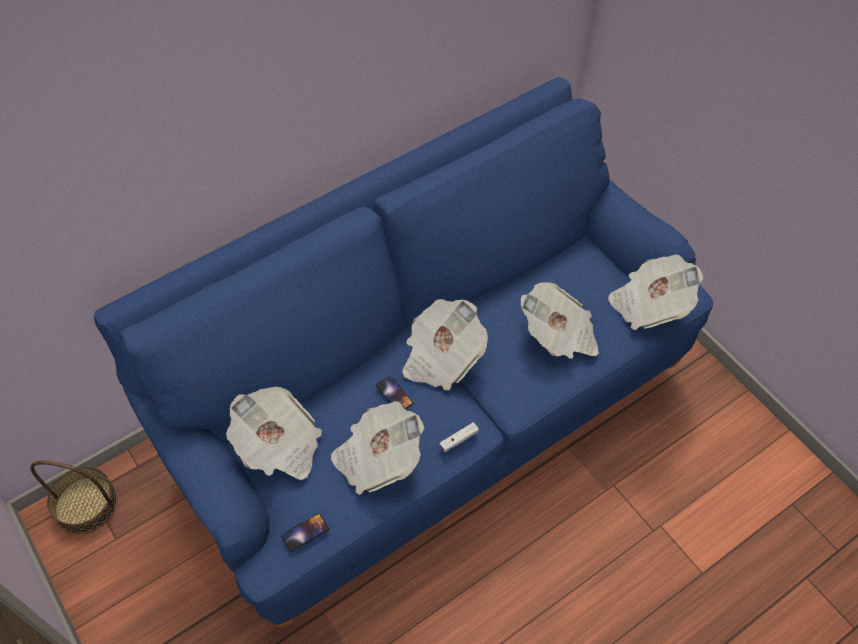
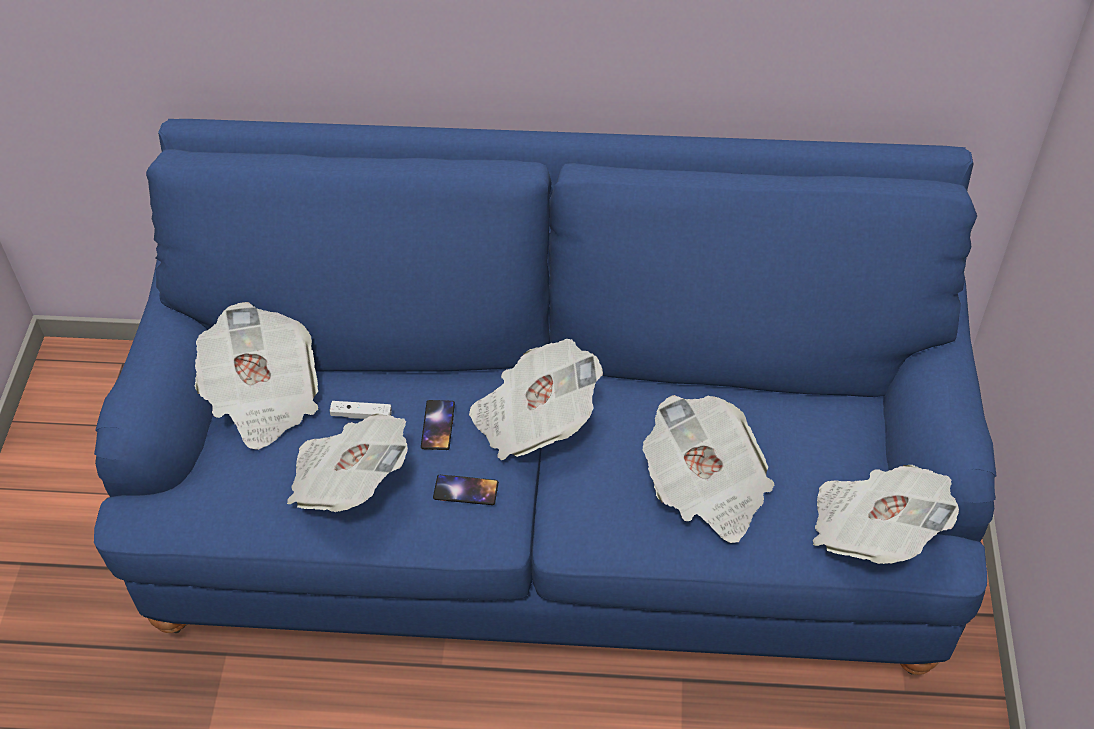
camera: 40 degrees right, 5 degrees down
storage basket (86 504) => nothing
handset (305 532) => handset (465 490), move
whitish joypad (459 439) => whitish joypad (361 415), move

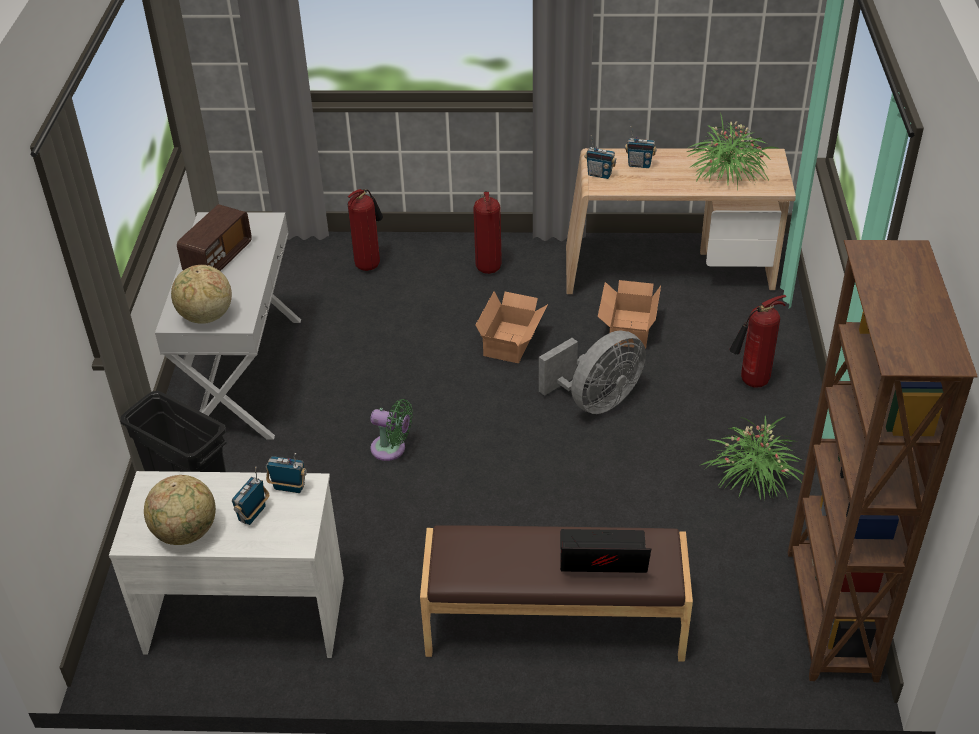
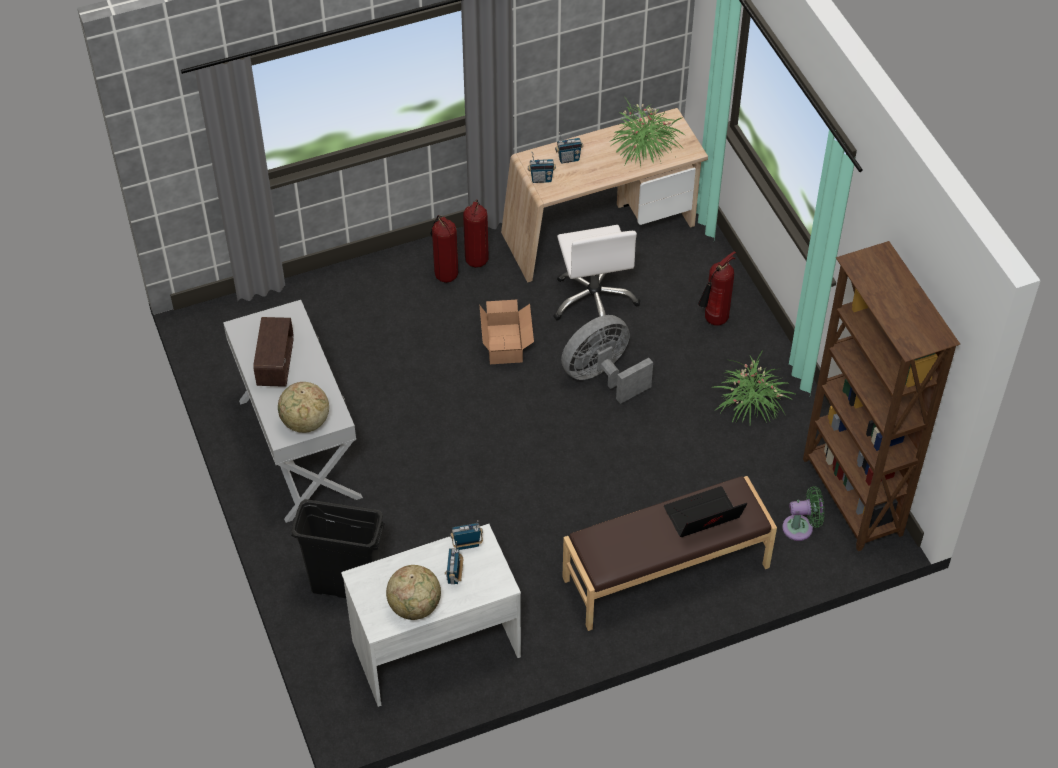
camera: 25 degrees left, 10 degrees up
fire-fighting cylinder (369 264) => fire-fighting cylinder (476 259), move
green cooling fan (391 449) => green cooling fan (801 527), move
packing box (627 329) => whitish computer chair (594 301)
grey cooling fan (596 400) => grey cooling fan (602 376), 150 degrees counterclockwise

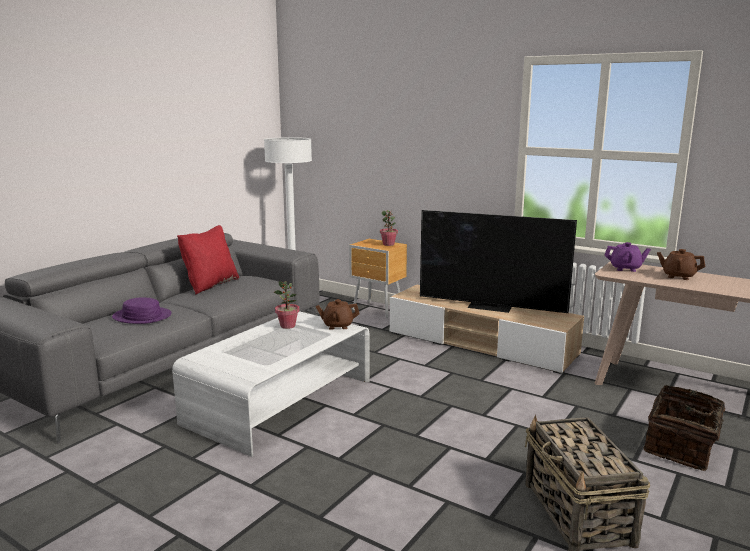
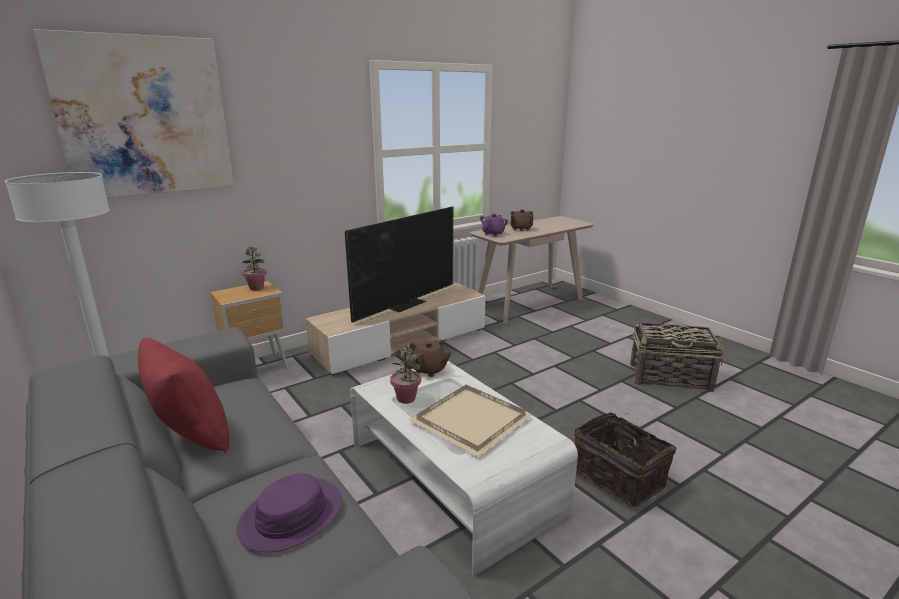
camera: 70 degrees left, 5 degrees up
nothing => picture (145 117)
nothing => sand-coloured serving tray (473 421)
storage basket (681 447) => storage basket (619 476), move
brown-coloured tea pot (337 326) => brown-coloured tea pot (429 370), 75 degrees counterclockwise

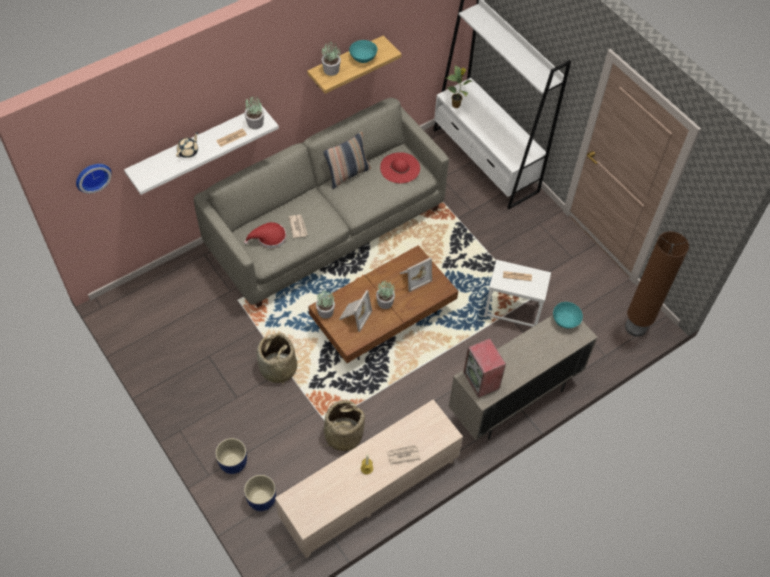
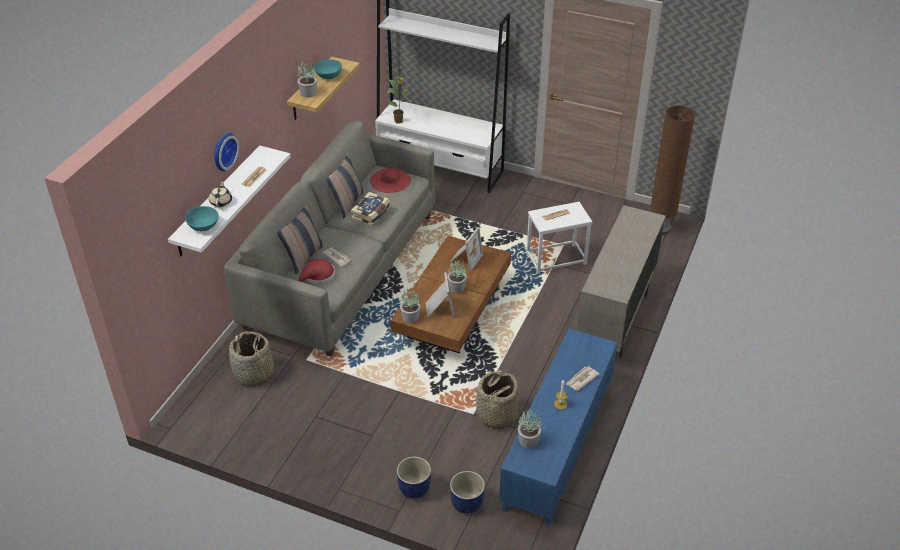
camera: 30 degrees left, 15 degrees down
loudspeaker (482 380) => nothing
nothing => throw pillow (304 257)
nothing => volume (371 214)
hanging clock (92 176) => hanging clock (223 151), move
plant in a pot (255 123) => plant in a pot (529 440), move
storage basket (278 369) => storage basket (254 374), move
turquoise-coloured serving bowl (566 320) => turquoise-coloured serving bowl (203 226), move
sand-coloured media console (370 491) => bluish media console (557 445)

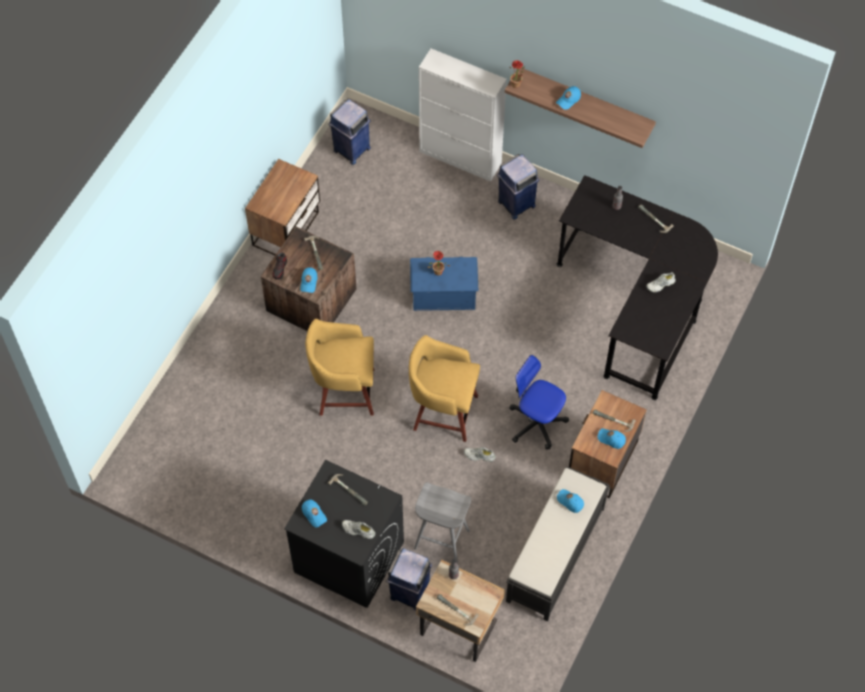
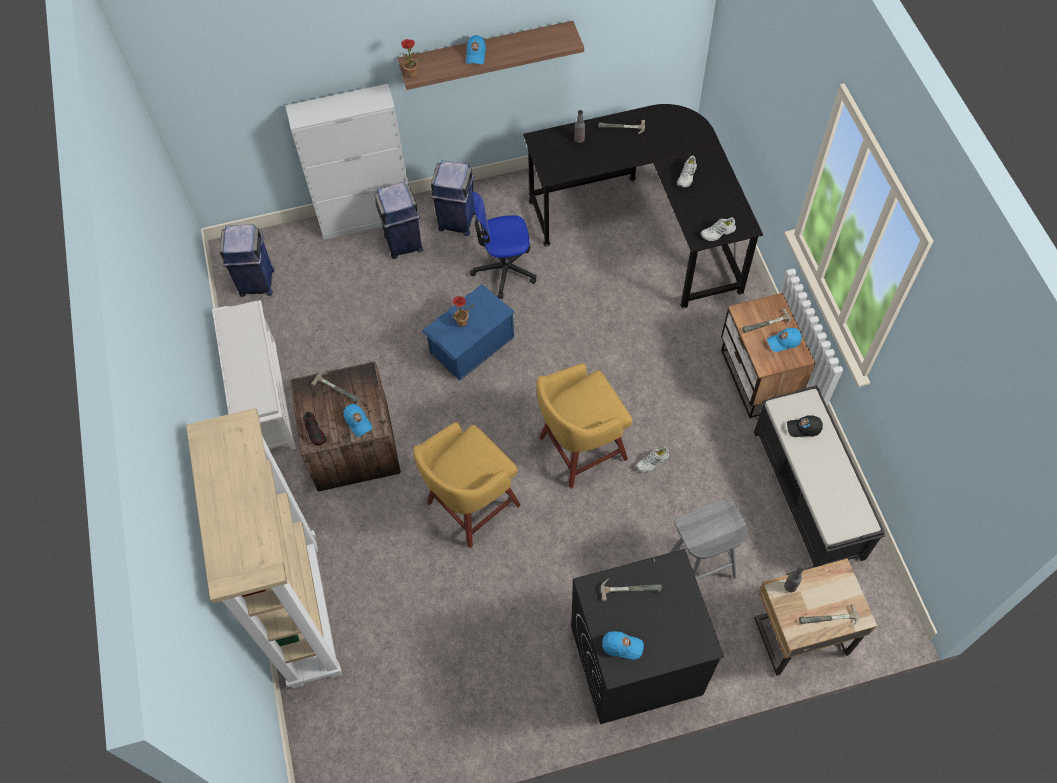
camera: 40 degrees left, 0 degrees up
nothing => sand-coloured shelving unit (303 611)
whitish shoe (358 530) => whitish shoe (718 233), move
bluish trash can (409 592) => bluish trash can (403 244), move
computer chair (536 422) => computer chair (504 269), move
night table (287 228) => whitish shoe stand (263 399)
bluish cap (570 502) => black cap (803 428)

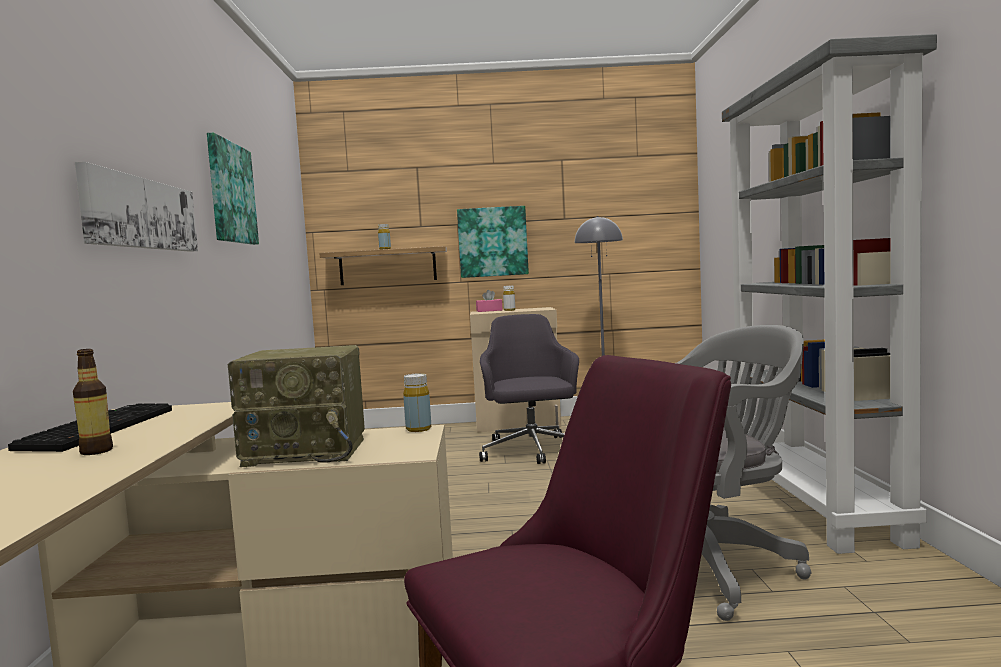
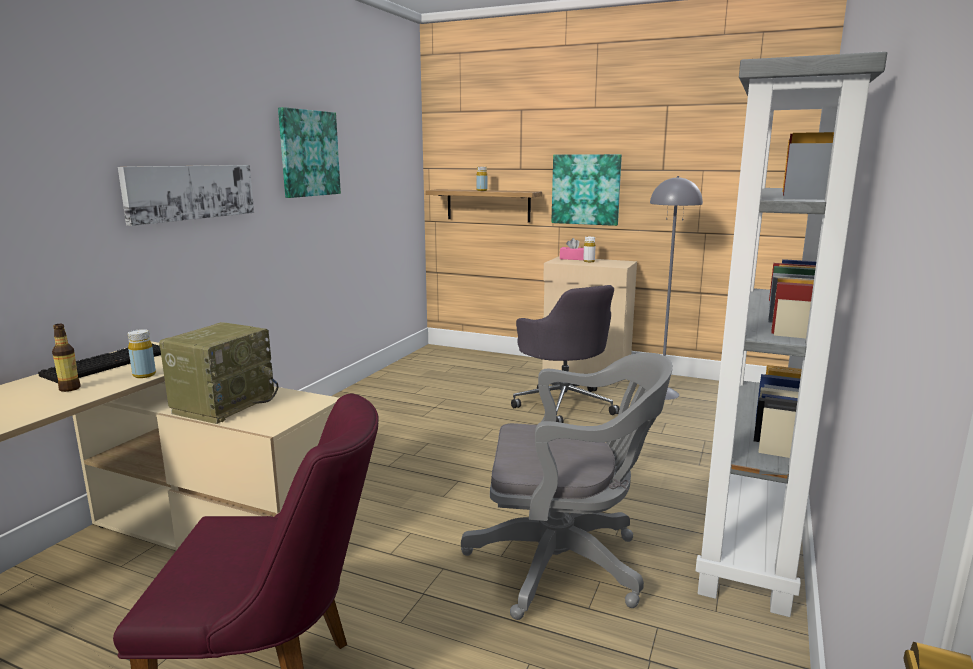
camera: 25 degrees right, 10 degrees up
yellow-coloured bottle (418 429) => yellow-coloured bottle (144 375), move
radio receiver (308 451) => radio receiver (224 404), 90 degrees counterclockwise
grey computer chair (531 451) => grey computer chair (564 404), 135 degrees clockwise

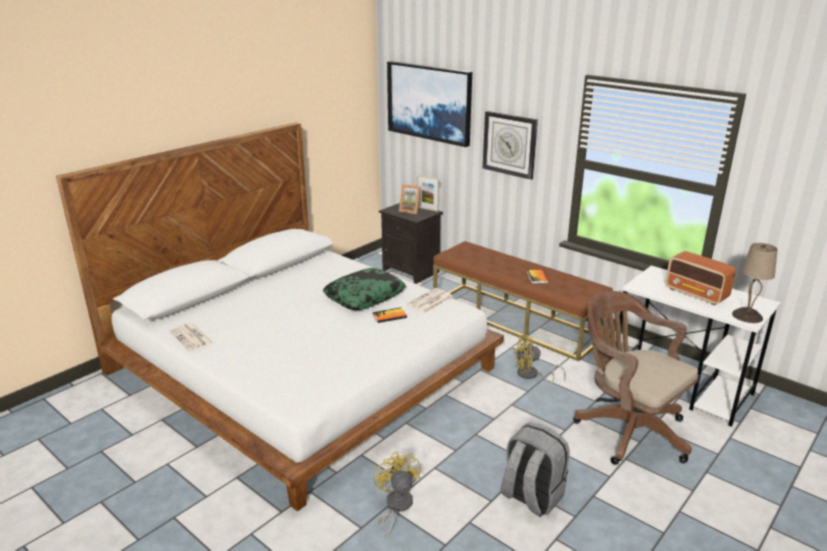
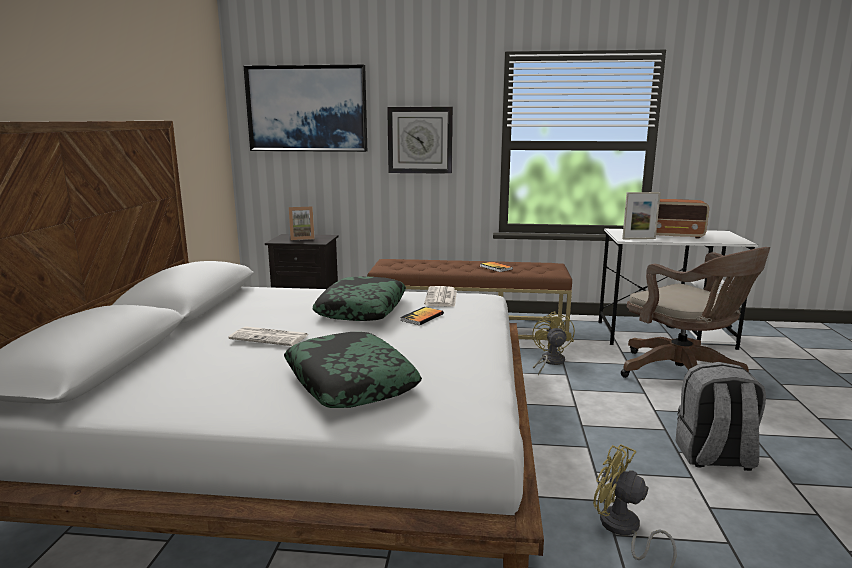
camera: 35 degrees left, 10 degrees down
sand-coloured tabletop lamp (748 316) => nothing
nothing => throw pillow (349 382)
newspaper (192 337) => newspaper (270 337), move
standing frame (427 209) => standing frame (638 239), move
yellow-coloured cooling fan (531 375) => yellow-coloured cooling fan (549 362), 135 degrees clockwise
brown-coloured computer chair (627 429) => brown-coloured computer chair (684 375), 135 degrees counterclockwise

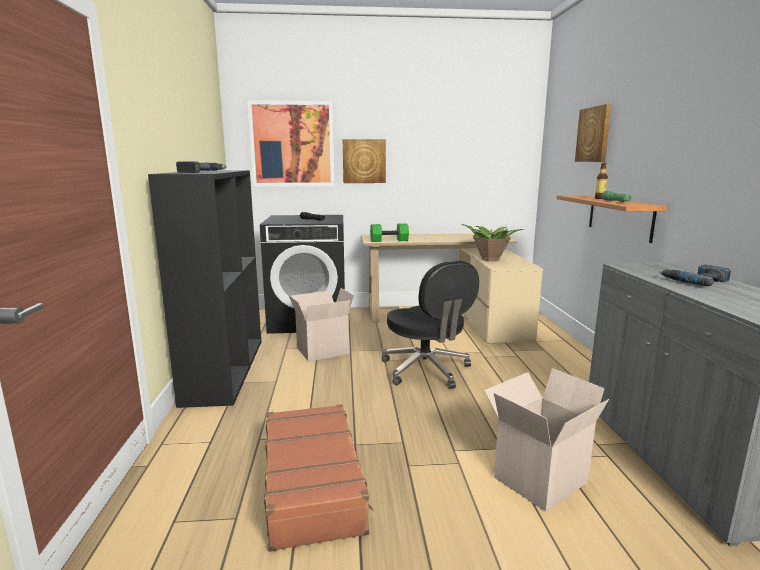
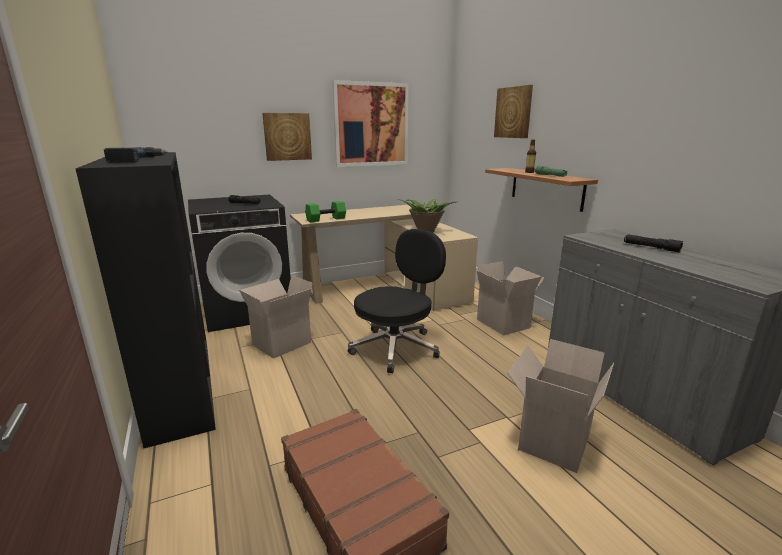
camera: 20 degrees left, 5 degrees up
nothing => packing box (504 323)
picture (292 144) => picture (371 125), move
power drill (695 281) => black flashlight (651 247)
black computer chair (426 370) => black computer chair (396 347), 90 degrees counterclockwise

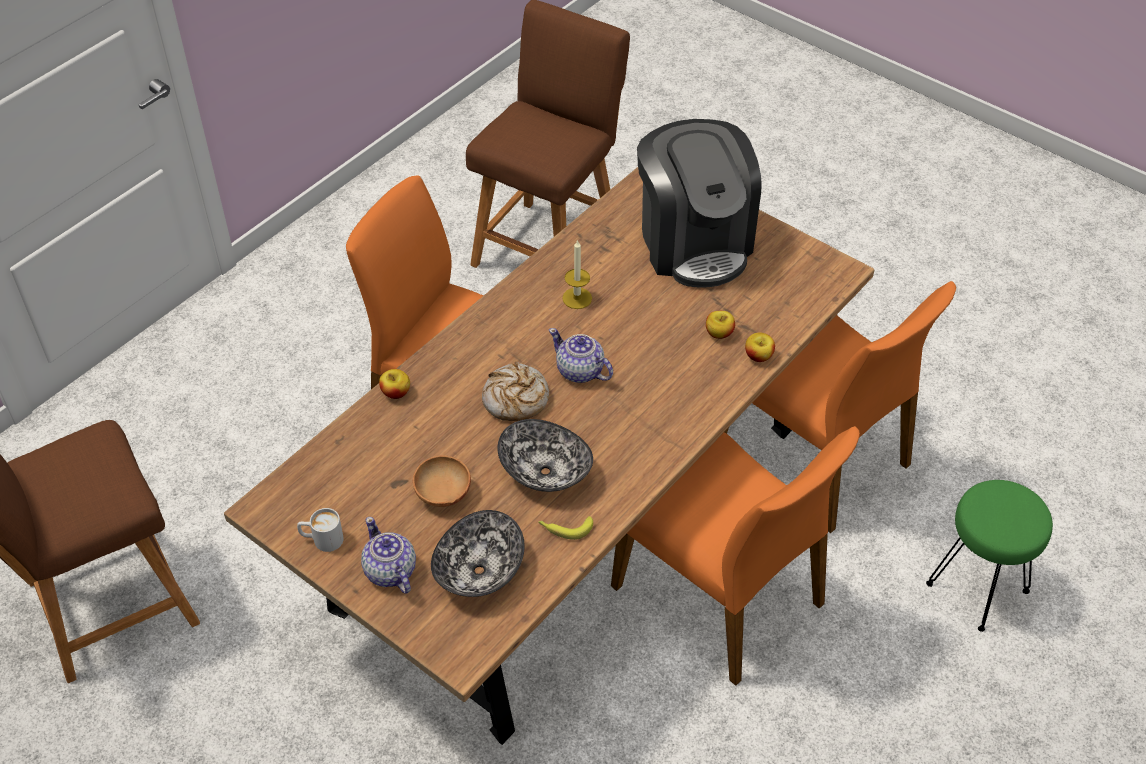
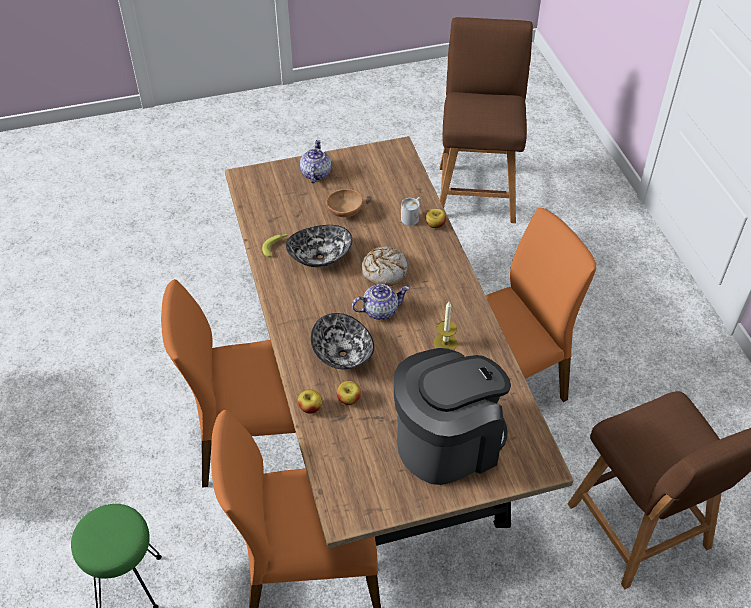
camera: 125 degrees right, 0 degrees up
whitish mug (322 540) => whitish mug (412 217), move
serving bowl (478 570) => serving bowl (343 354), move
tea pot (390 572) => tea pot (315 174), 90 degrees counterclockwise
coffee brewer (694 242) => coffee brewer (448 442), 135 degrees clockwise

